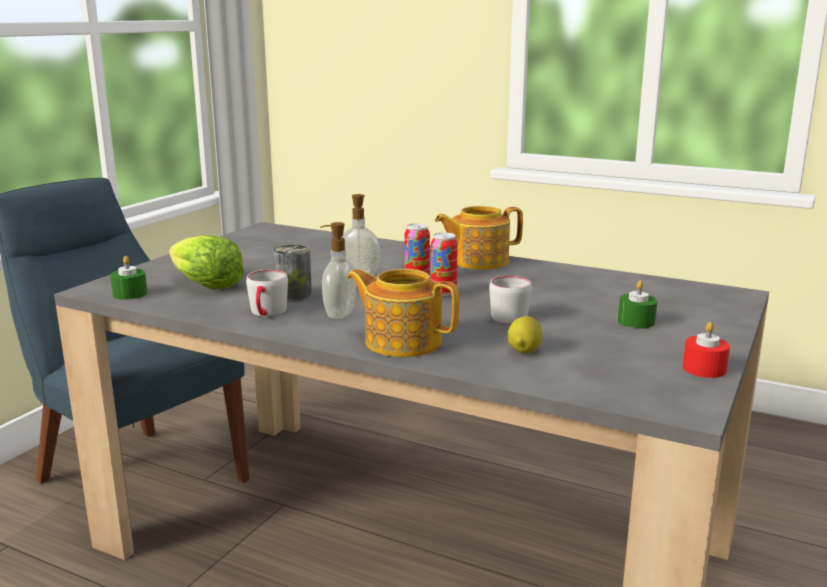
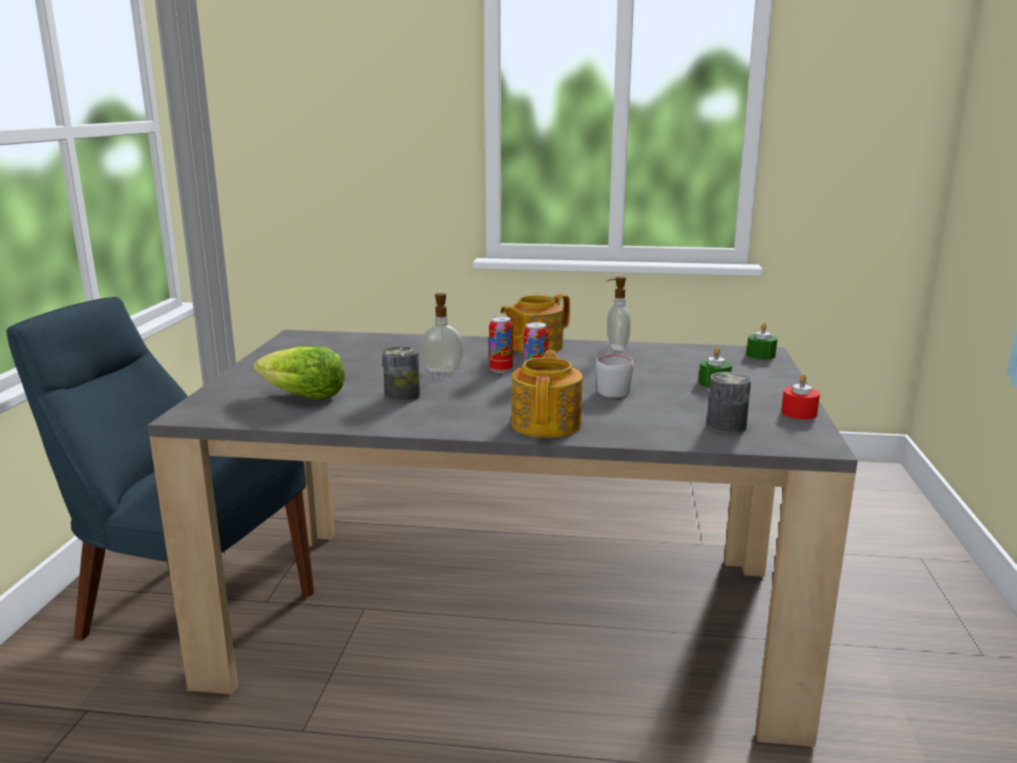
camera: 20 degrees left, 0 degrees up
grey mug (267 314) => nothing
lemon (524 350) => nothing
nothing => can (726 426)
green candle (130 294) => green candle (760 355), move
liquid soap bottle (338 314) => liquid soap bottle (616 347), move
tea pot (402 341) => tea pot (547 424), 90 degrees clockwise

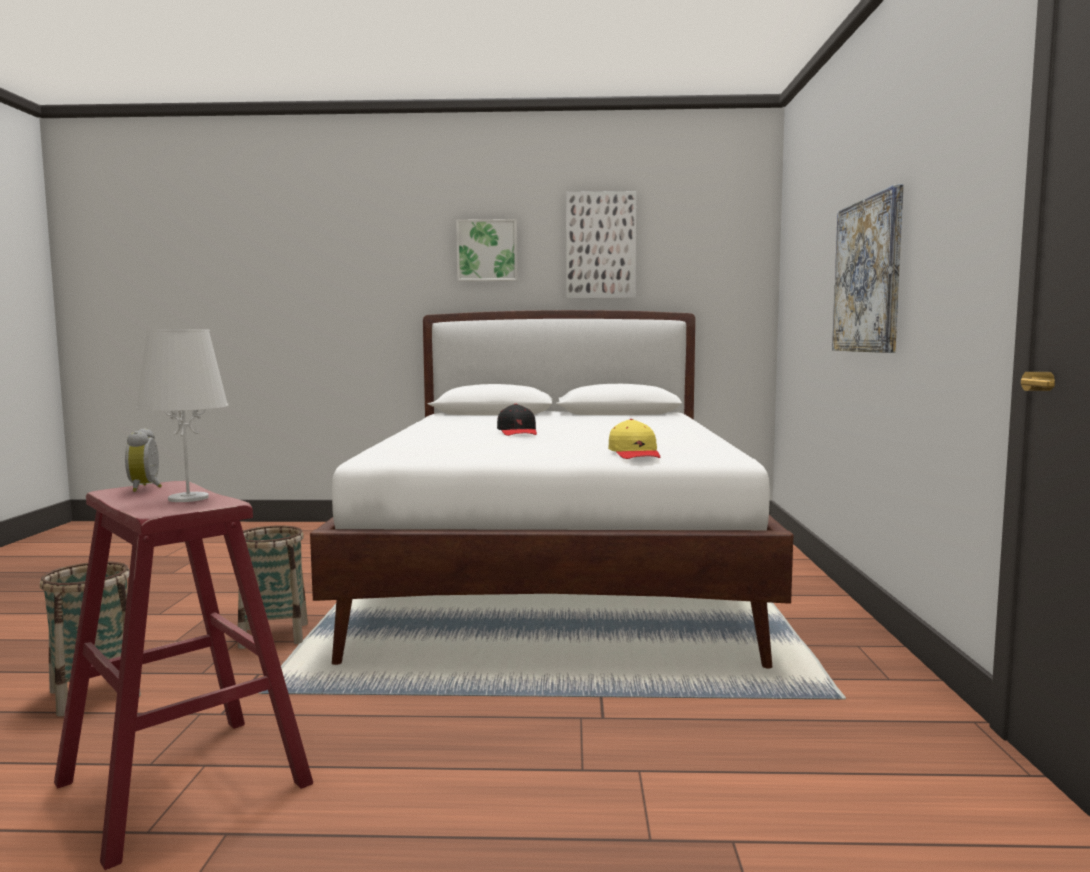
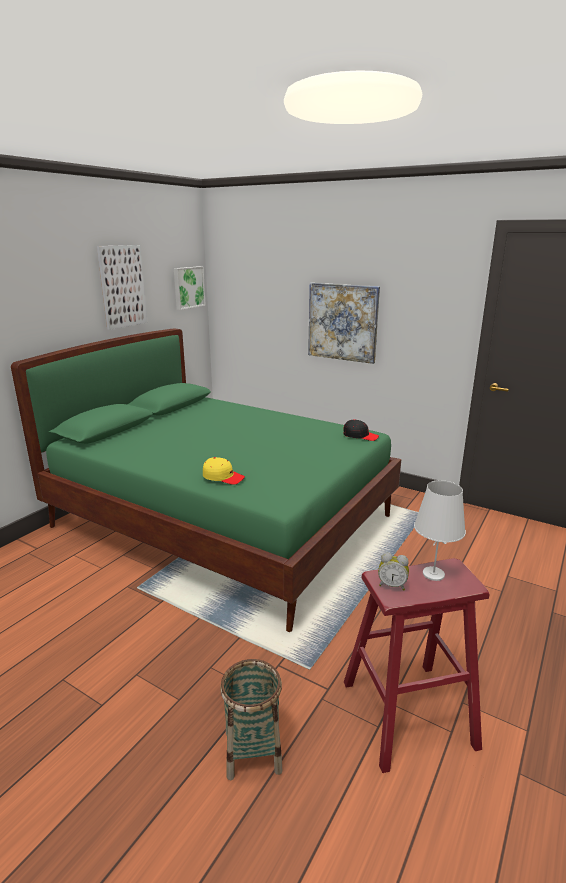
camera: 60 degrees left, 15 degrees up
storage basket (274 635) => nothing
picture (487 250) => picture (188 287), move
black cap (518 432) => black cap (360 436), move
yellow-coloured cap (635 454) => yellow-coloured cap (223 477), move
whitish bed (557 575) => green bed (223 521)

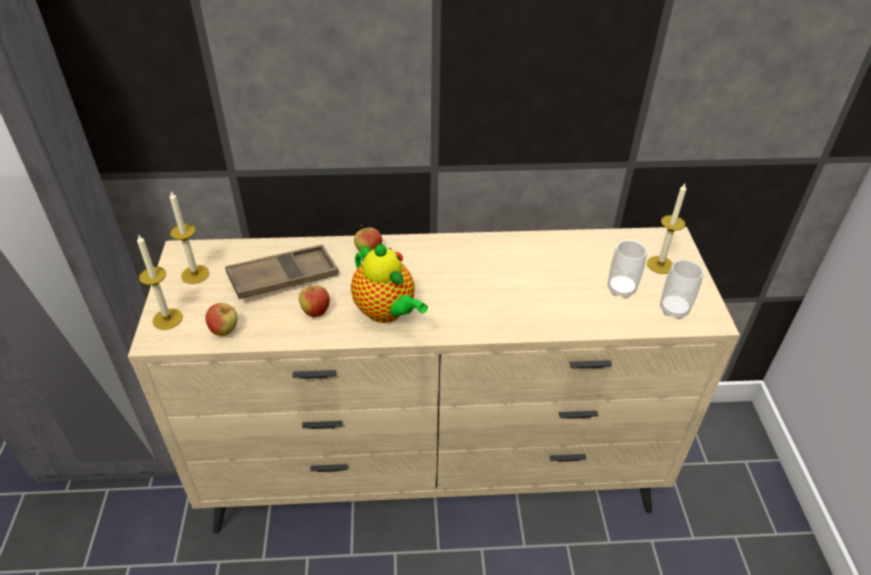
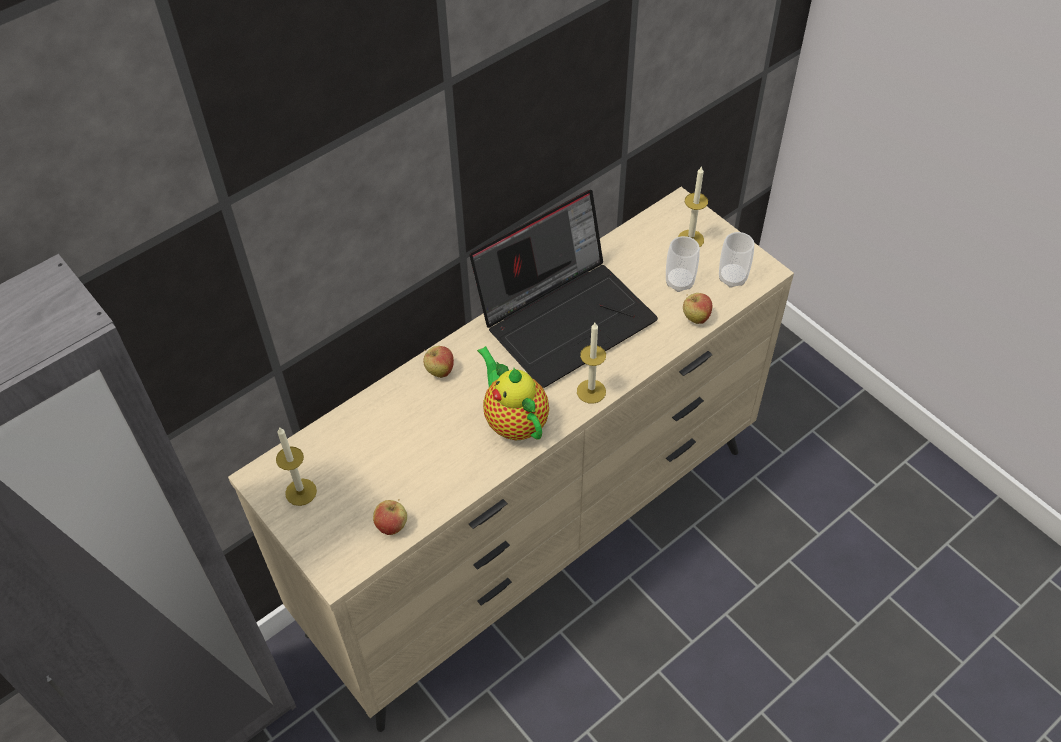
camera: 35 degrees left, 10 degrees up
brown-coloured serving tray (283 277) => nothing
nothing => notebook computer (566 316)
candle (167 319) => candle (591 391), move
apple (316 311) => apple (695 318), move
tea pot (387 312) => tea pot (514 420), 135 degrees counterclockwise

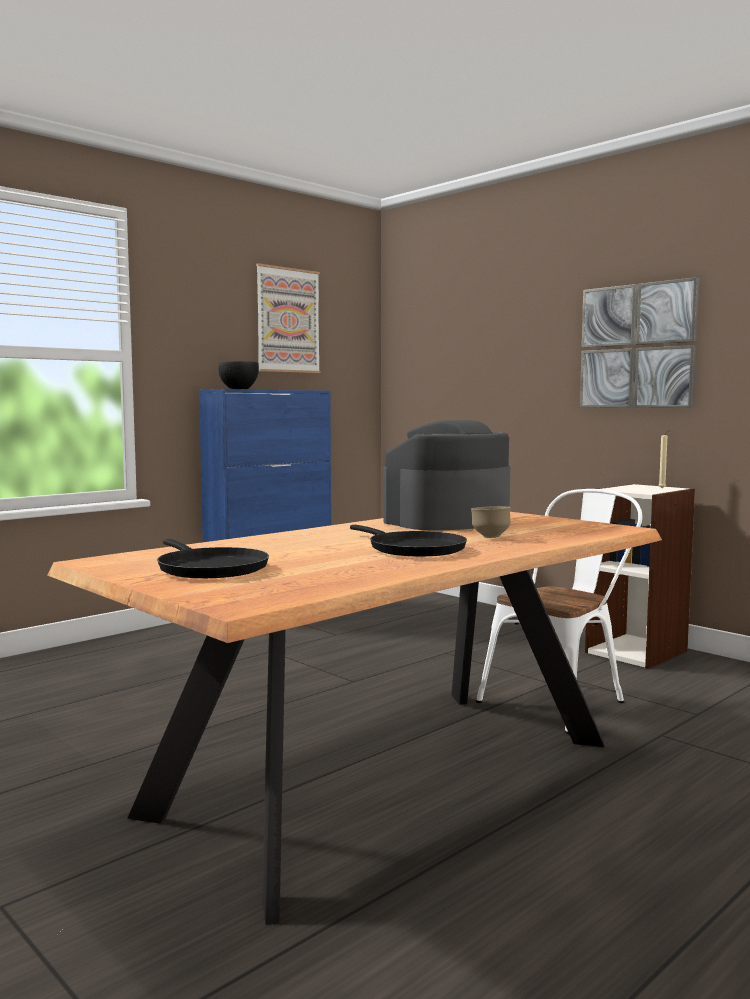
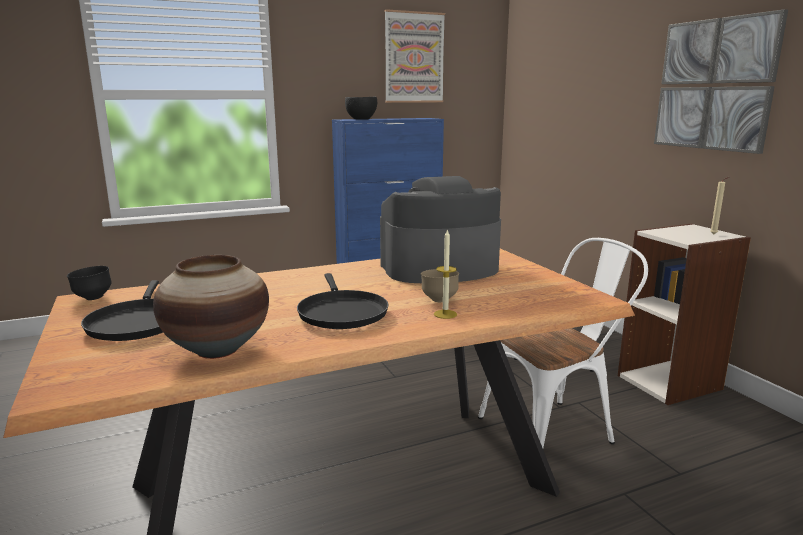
camera: 20 degrees right, 10 degrees up
nothing => black serving bowl (92 298)
nothing => decorative vase (217 350)
nothing => candle (445 314)

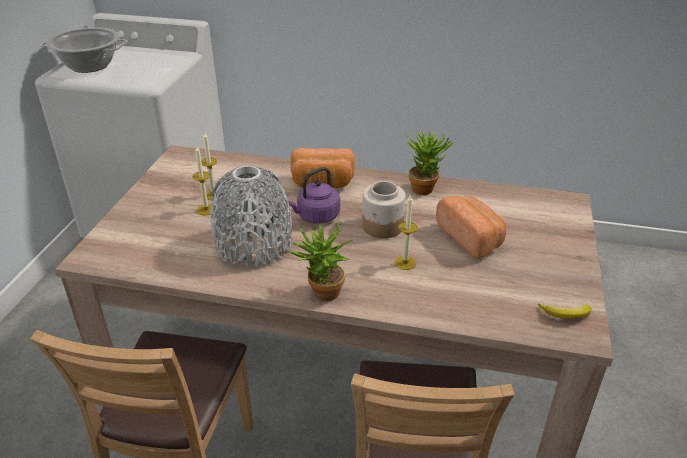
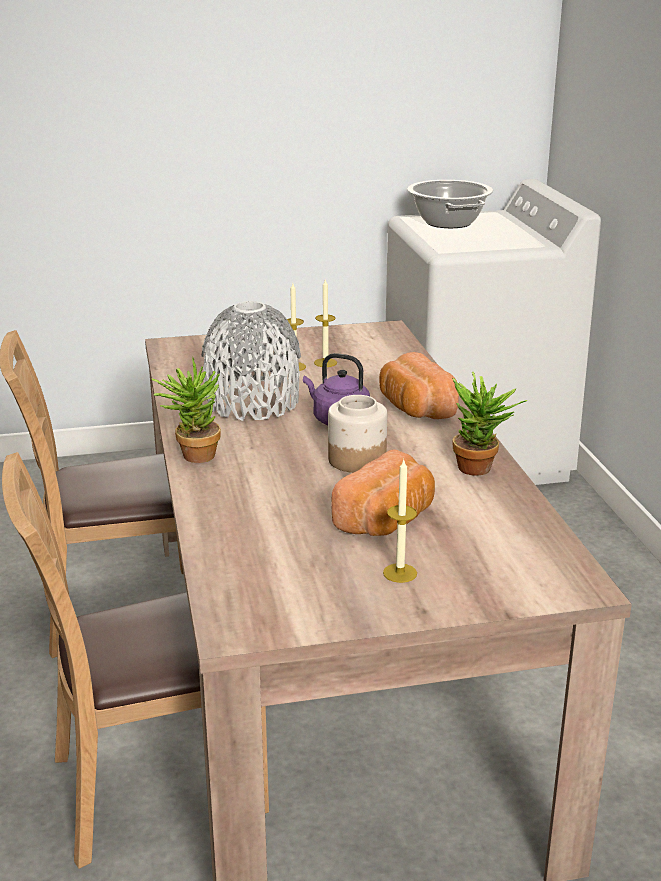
camera: 65 degrees right, 10 degrees down
banana (566 315) => nothing
candle (405 263) => candle (400 573), move

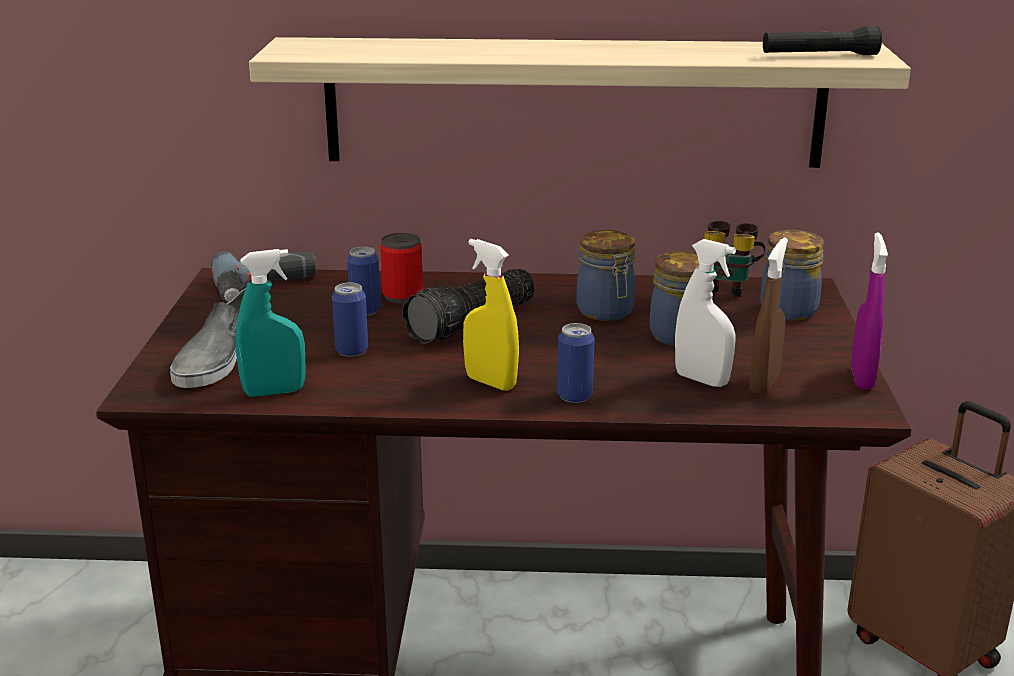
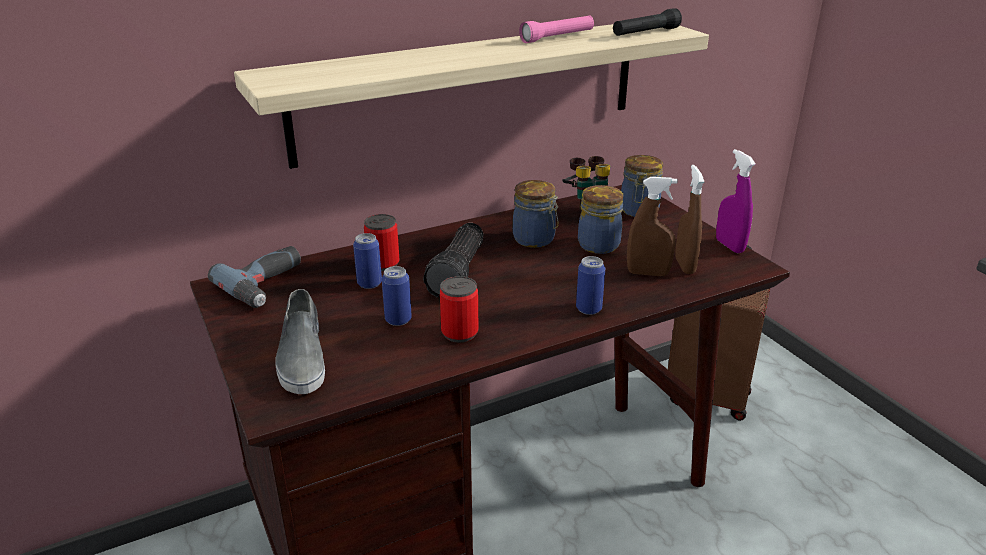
camera: 30 degrees left, 5 degrees up
turquoise-coloured spray bottle (274 392) => nothing
yellow-coloured spray bottle (490 382) => nothing
nothing => can (459 333)
nothing => pinkish flashlight (557 37)
whitish spray bottle (701 380) => brown-coloured spray bottle (648 273)

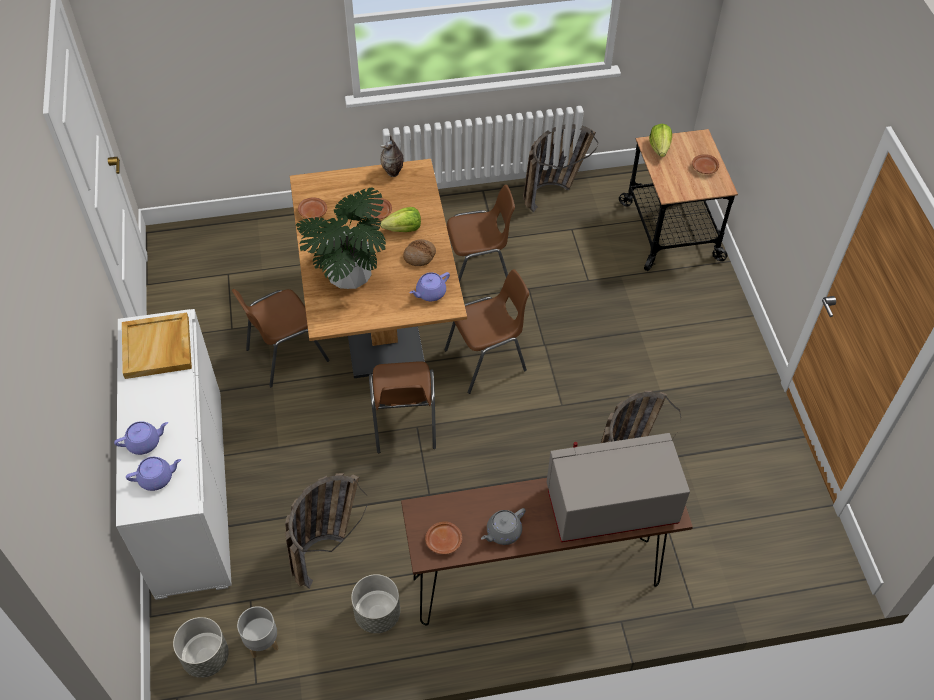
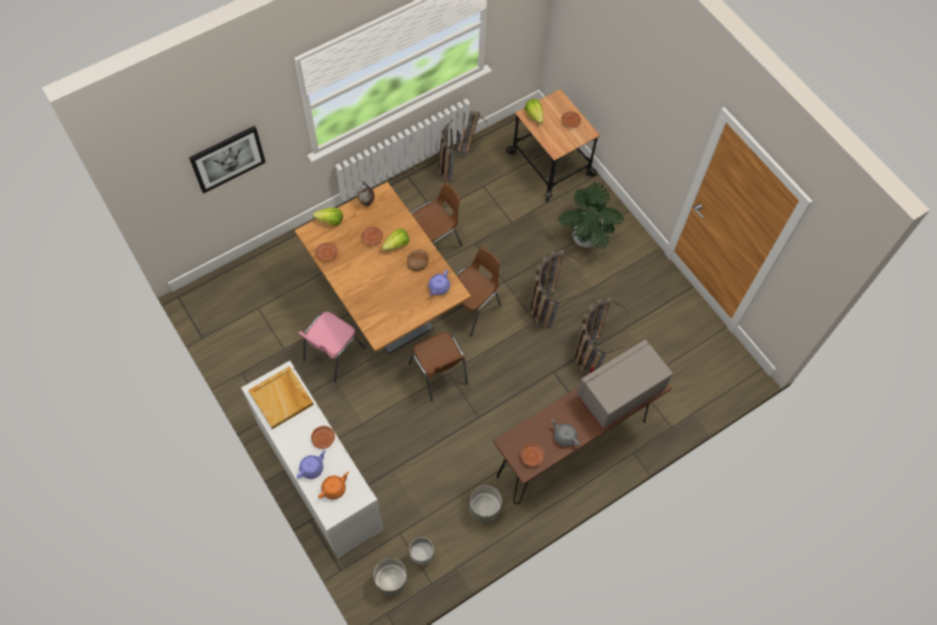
camera: 25 degrees left, 10 degrees up
nothing => picture (227 158)
nothing => brown-coloured plate (323 438)
nothing => lettuce (330 221)
storage basket (326 548) => storage basket (546 301), move
plant in a pot (349 275) => plant in a pot (585 237), move
purplish tea pot (157 478) => orange-coloured tea pot (334 488)
brown-coloured upright chair (285 355) => pinkish upright chair (332 355)
grey tea pot (503 532) => grey tea pot (564 436), 105 degrees clockwise

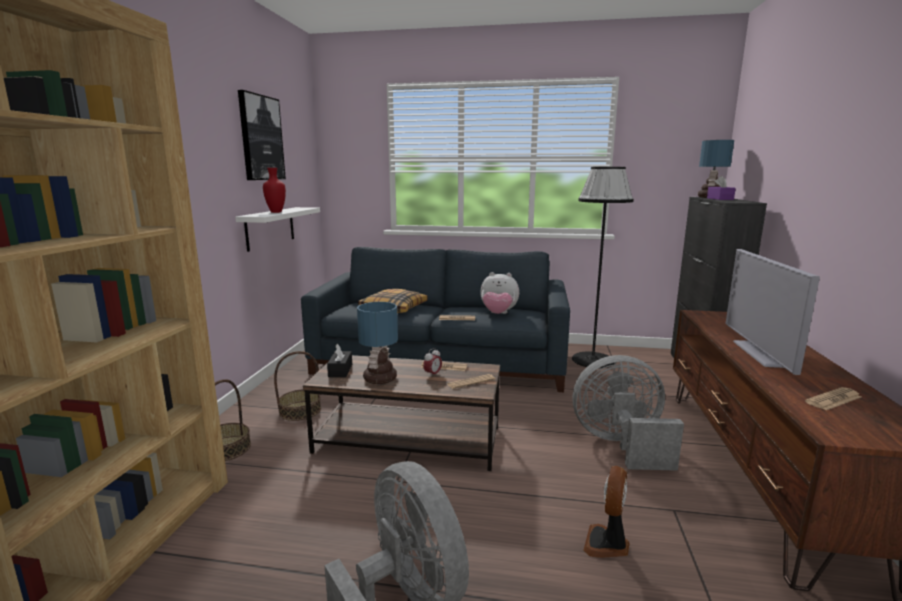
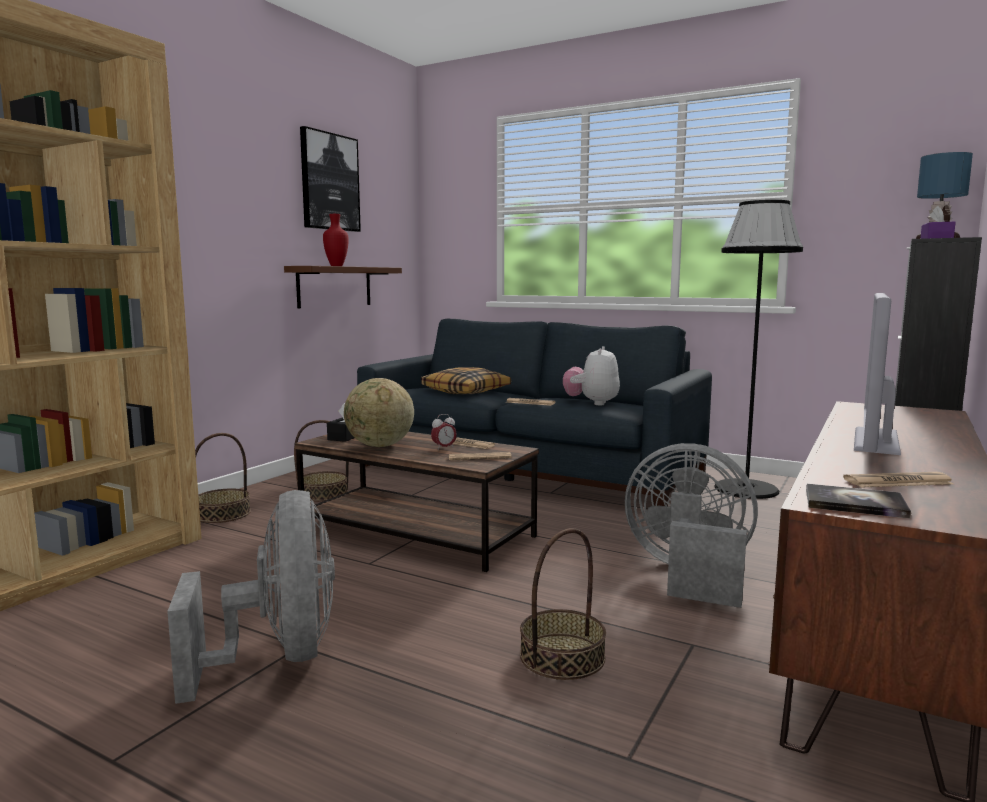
camera: 20 degrees right, 5 degrees down
nothing => volume (854 503)
tabletop lamp (380 379) => globe (379 446)
cooling fan (607 544) => storage basket (562 656)
whitish wall shelf (270 228) => brown-coloured wall shelf (334 286)
cuddly toy (498 314) => cuddly toy (592 403), 75 degrees clockwise

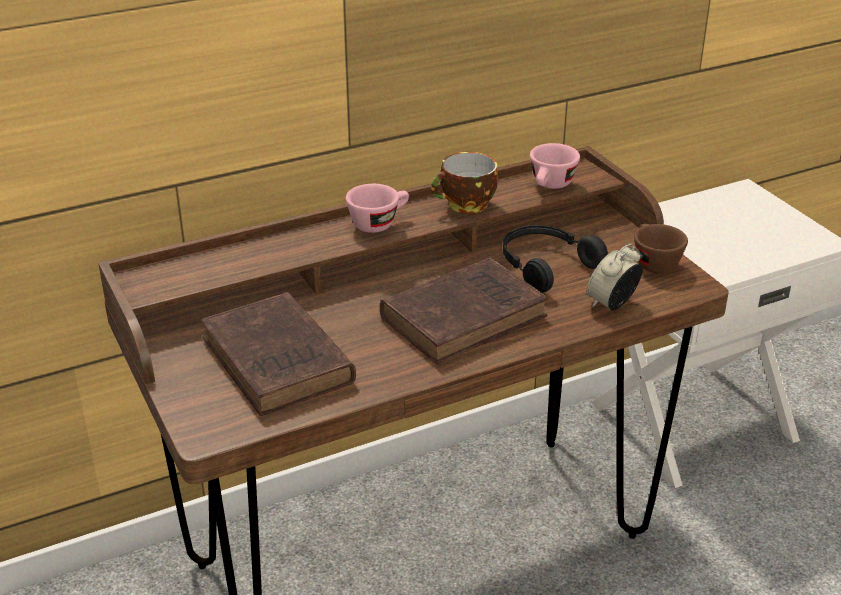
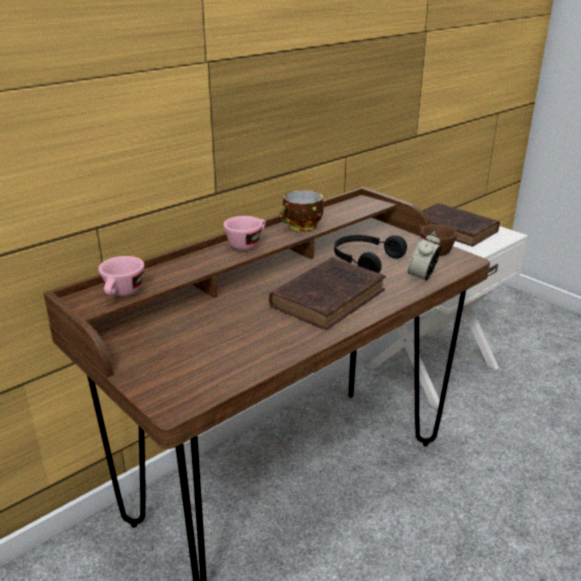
camera: 15 degrees left, 5 degrees down
brown-coloured volume (279 363) => brown-coloured volume (455 229), move
pinkish drinking cup (551 186) => pinkish drinking cup (122 293), move

